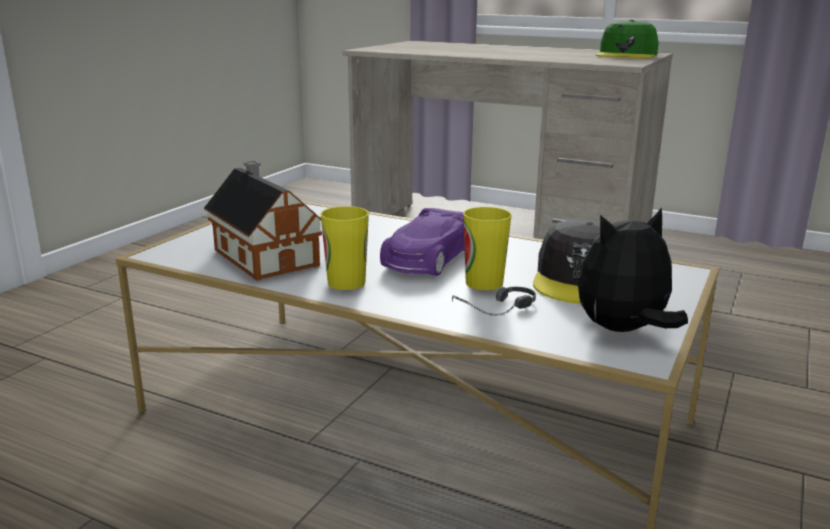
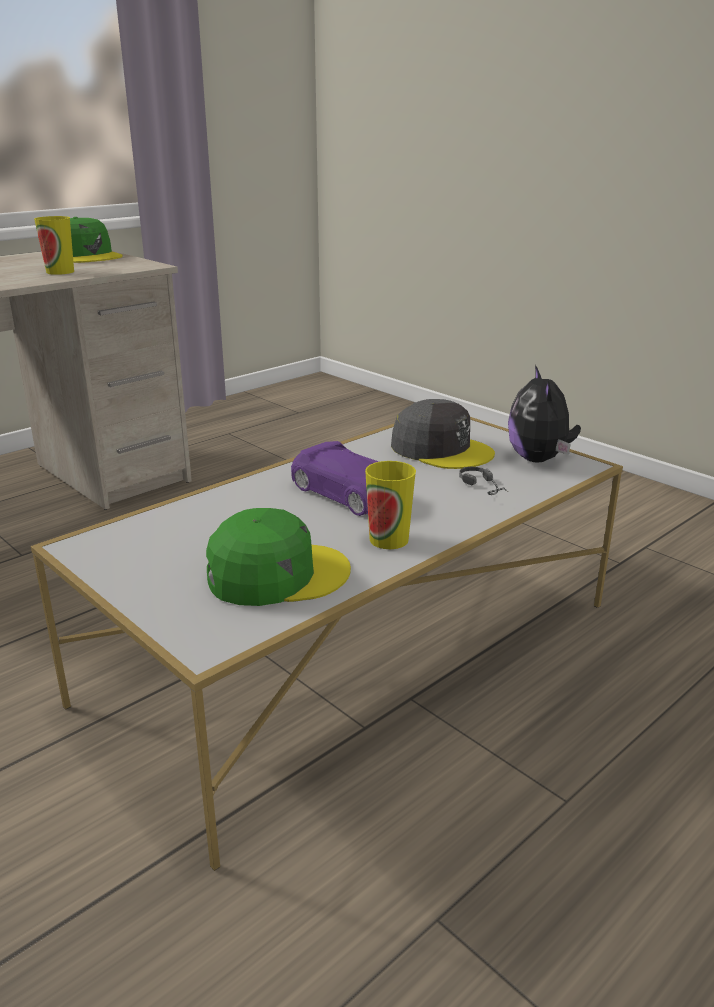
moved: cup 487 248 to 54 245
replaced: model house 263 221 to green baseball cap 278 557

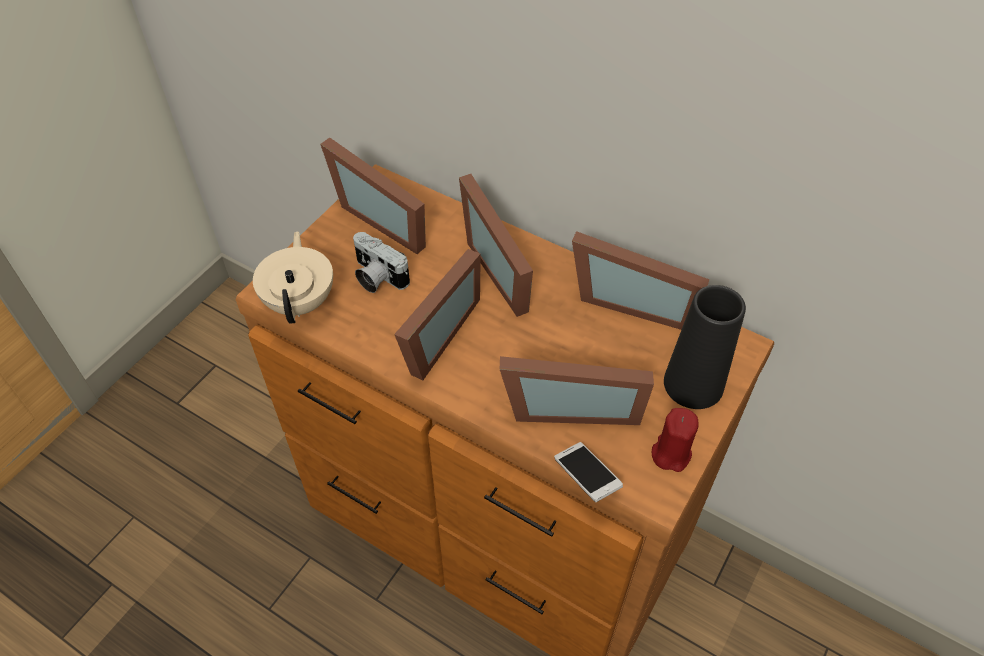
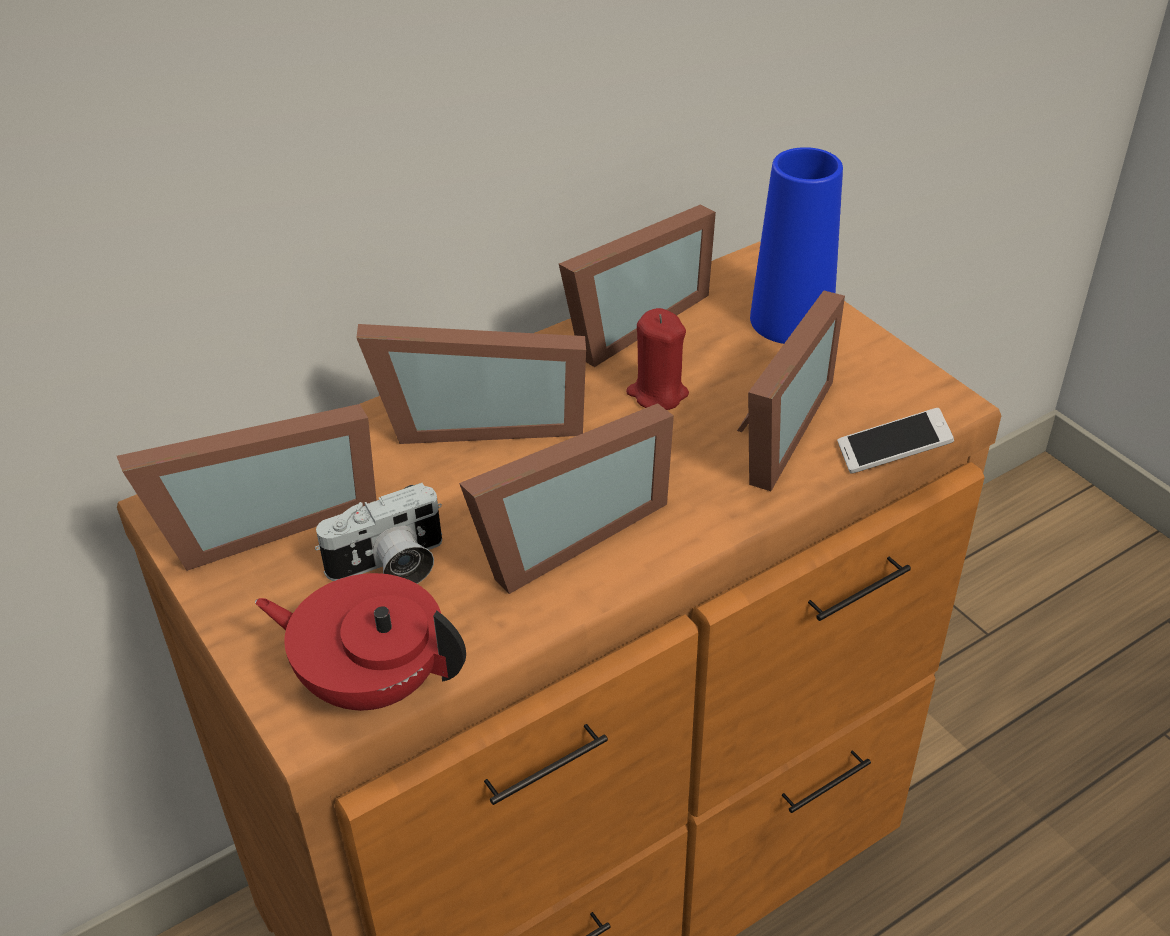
moved: reddish wax light 675 440 to 657 359
recoloured: beige-coloured pot for tea 293 277 to reddish pot for tea 360 642; black decorative vase 705 347 to blue decorative vase 796 245
turned: photo frame 437 314 = 566 498 90 degrees clockwise

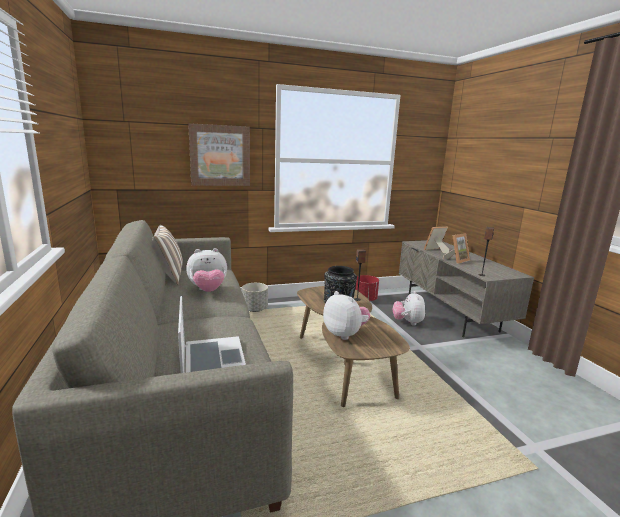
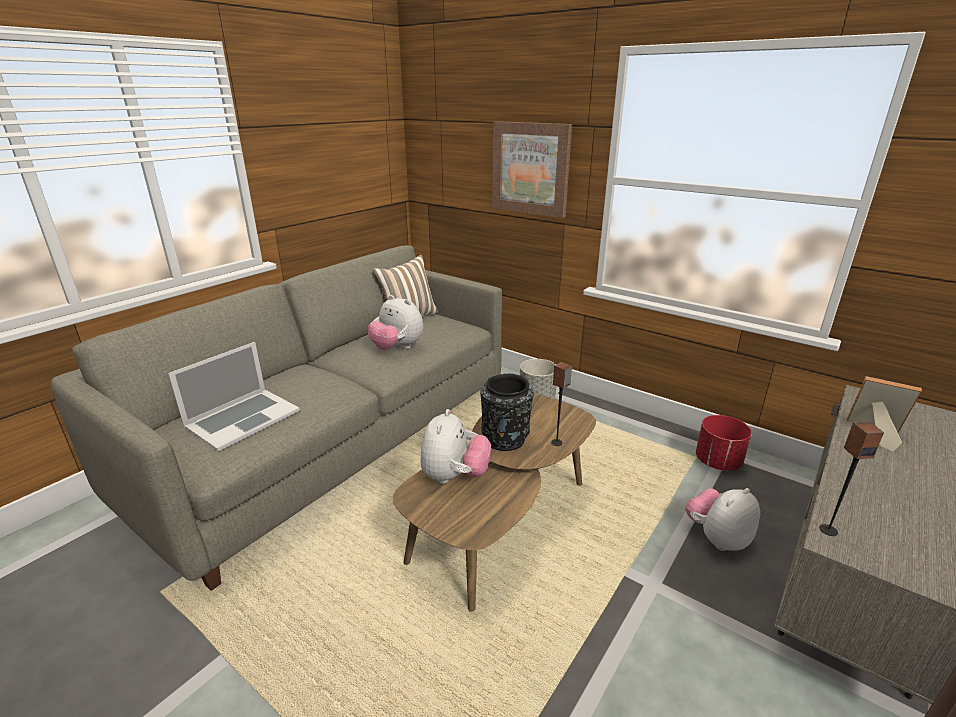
removed: photo frame 456 248

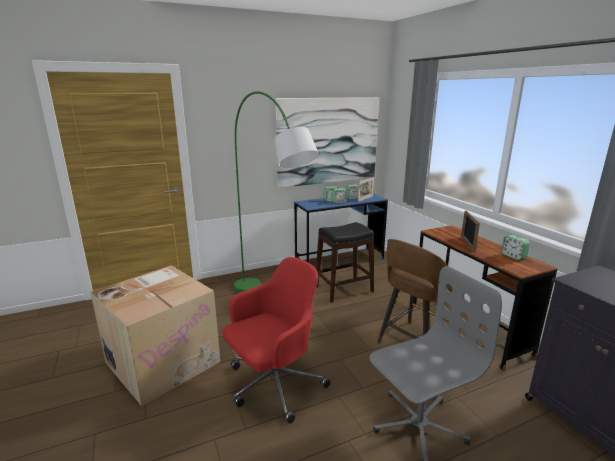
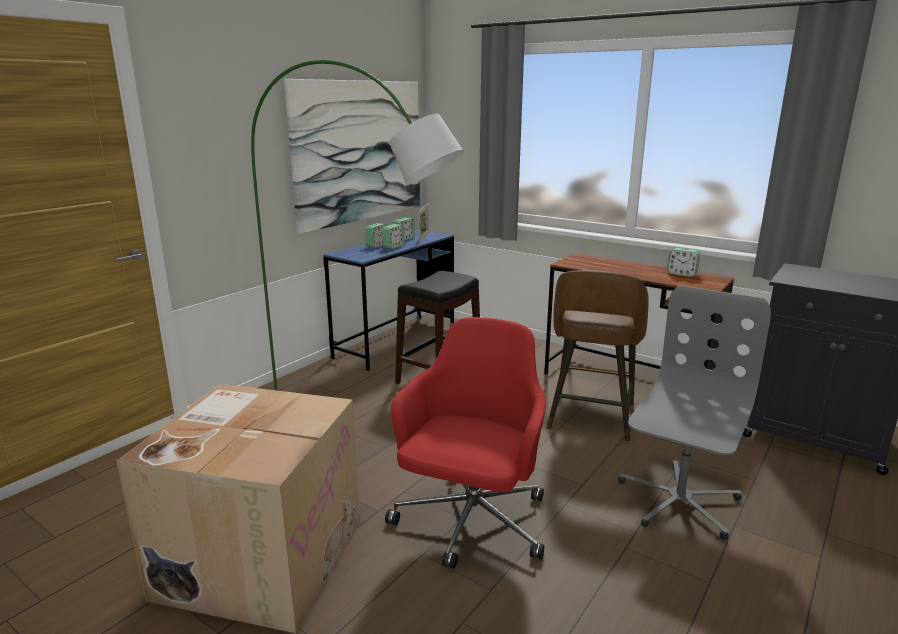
removed: photo frame 470 231

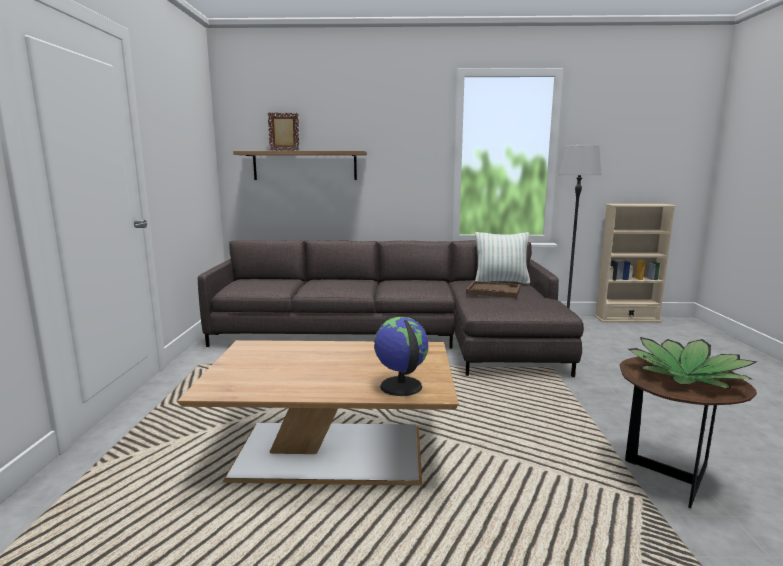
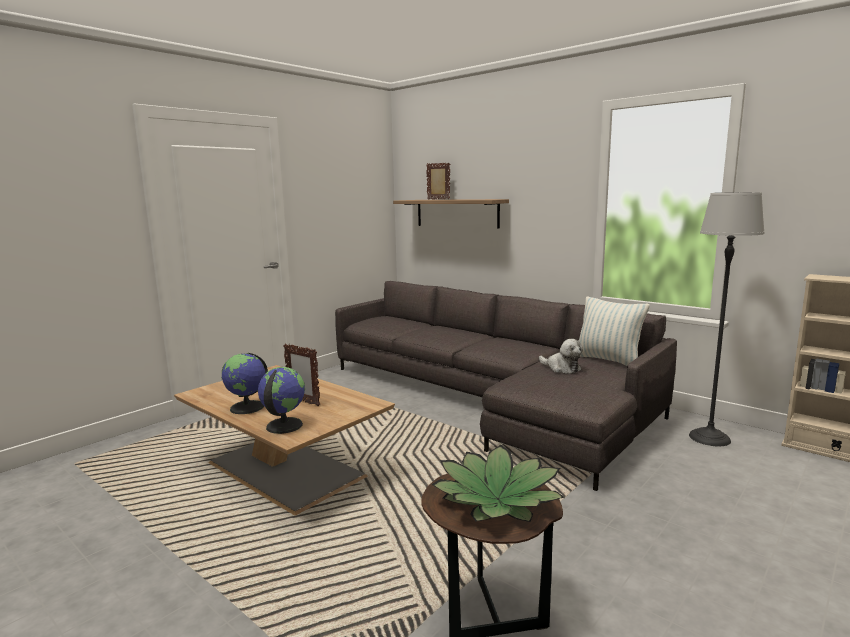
added: desk globe 244 383; photo frame 301 374
replaced: brown carrying tray 493 289 to soft toy 561 356

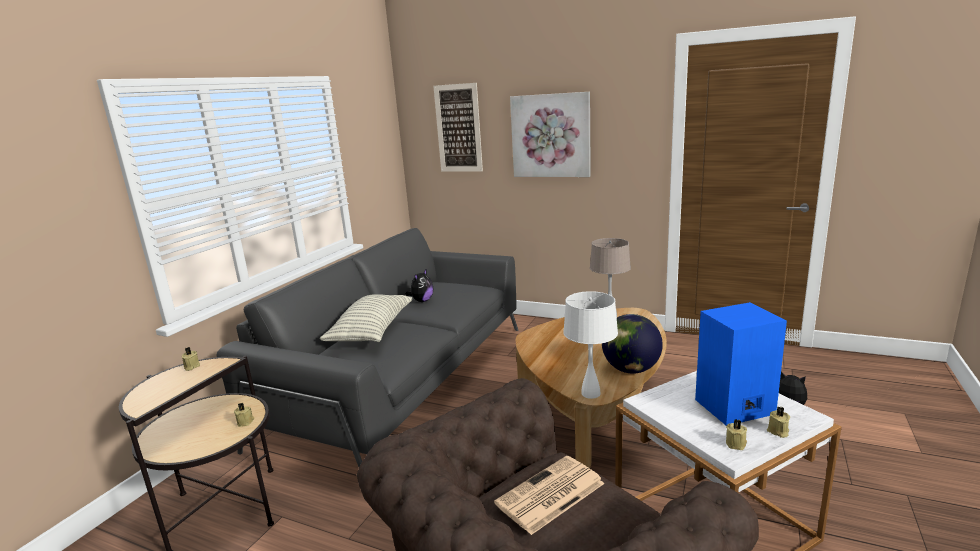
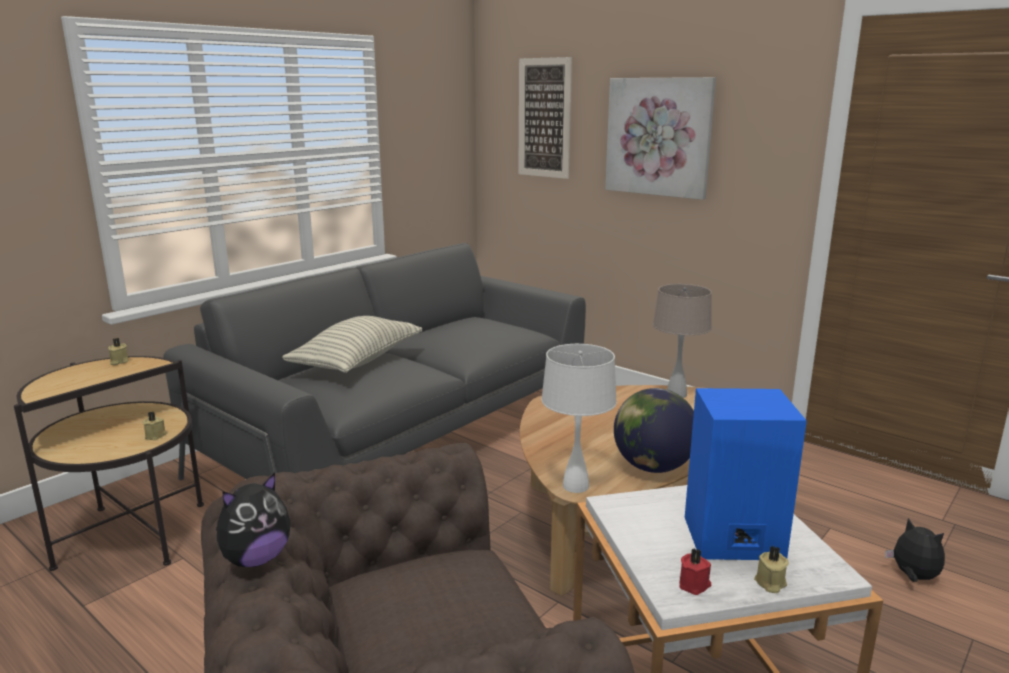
removed: newspaper 549 495
moved: soft toy 419 286 to 253 520
recoloured: beige-coloured wax light 736 434 to reddish wax light 695 572

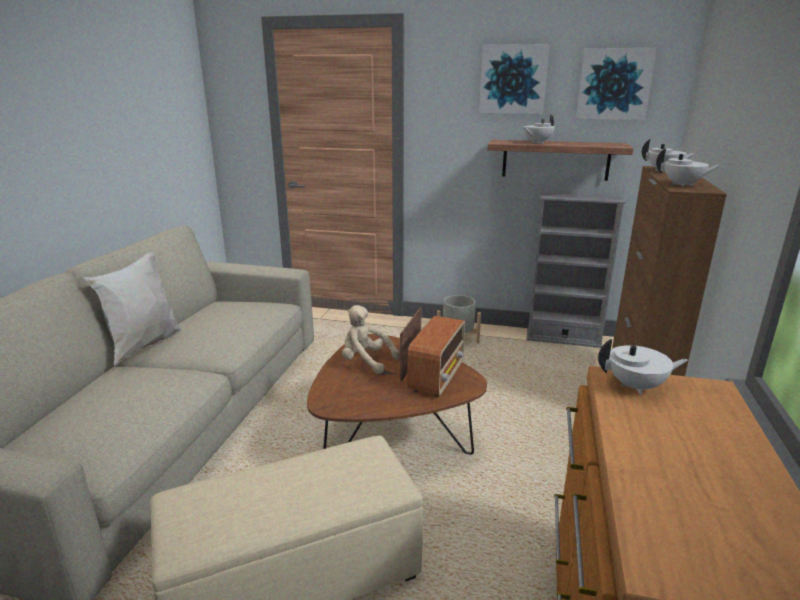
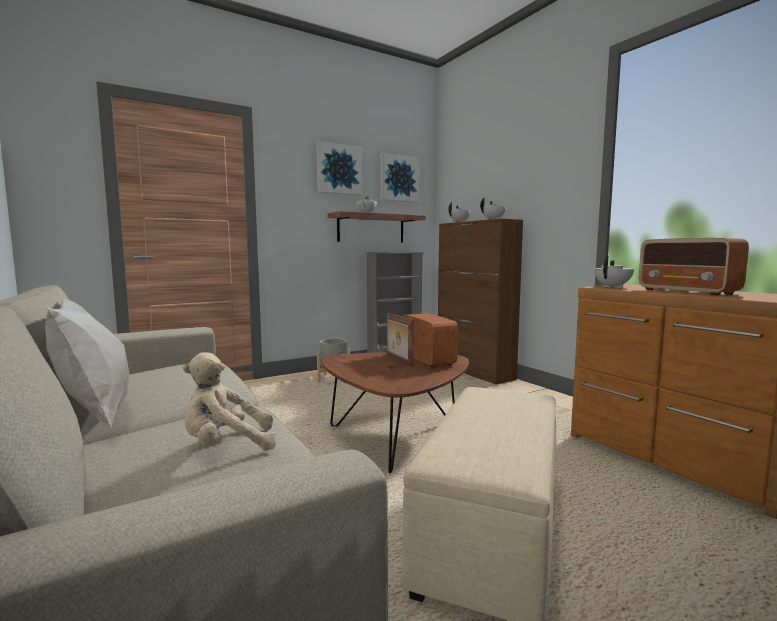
added: radio set 694 267
moved: beige-coloured soft toy 371 339 to 229 401

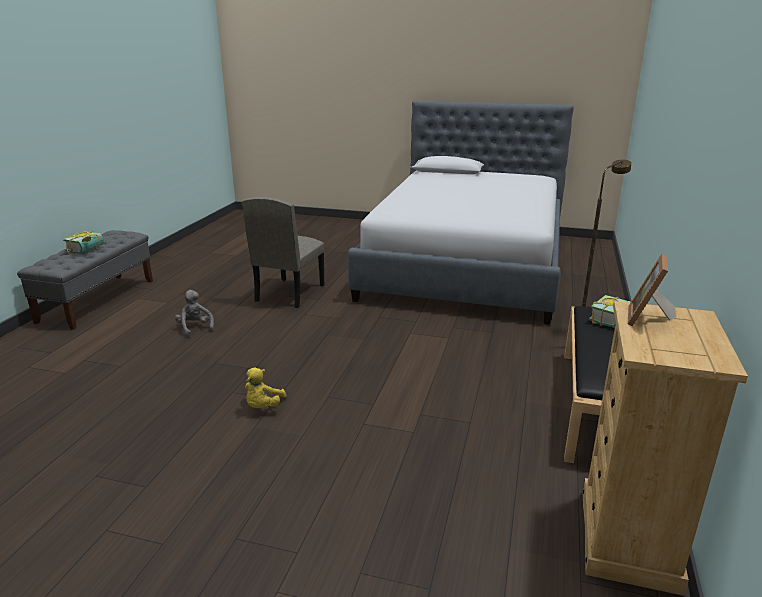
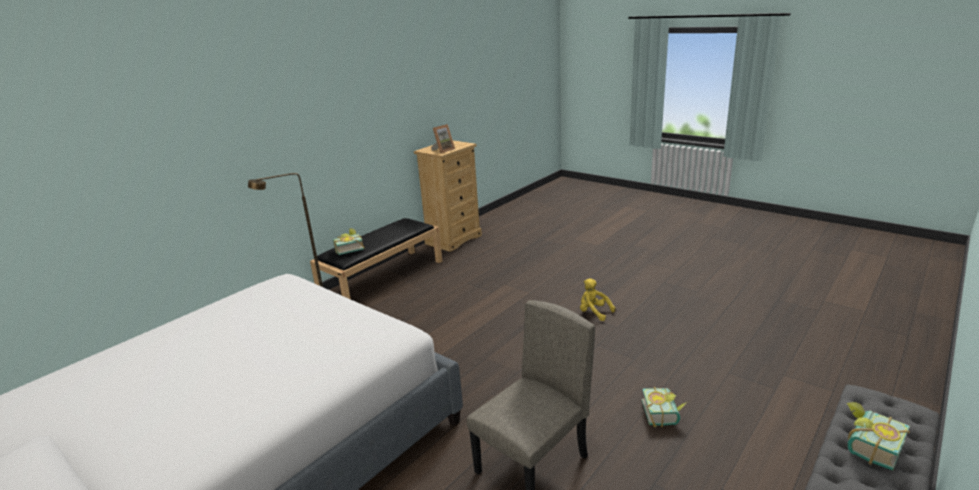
replaced: grey soft toy 194 313 to book 664 407
turned: yellowish soft toy 266 387 = 597 299 90 degrees counterclockwise

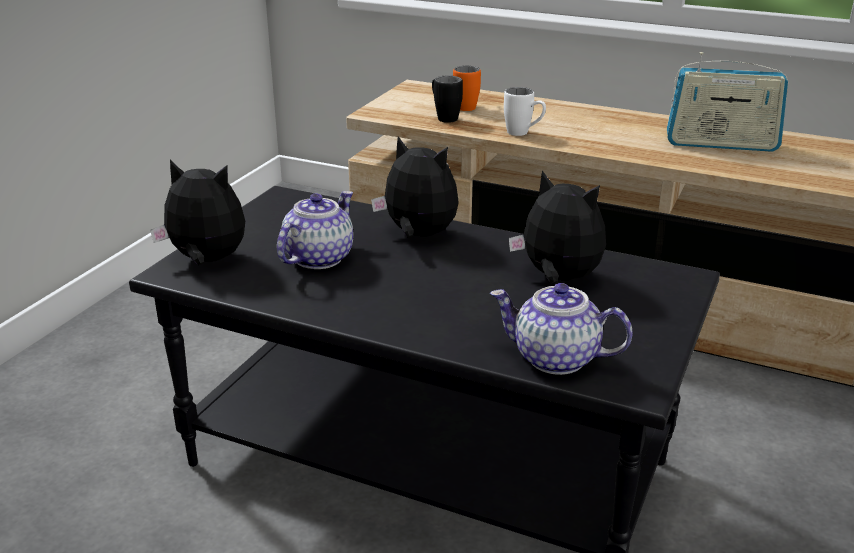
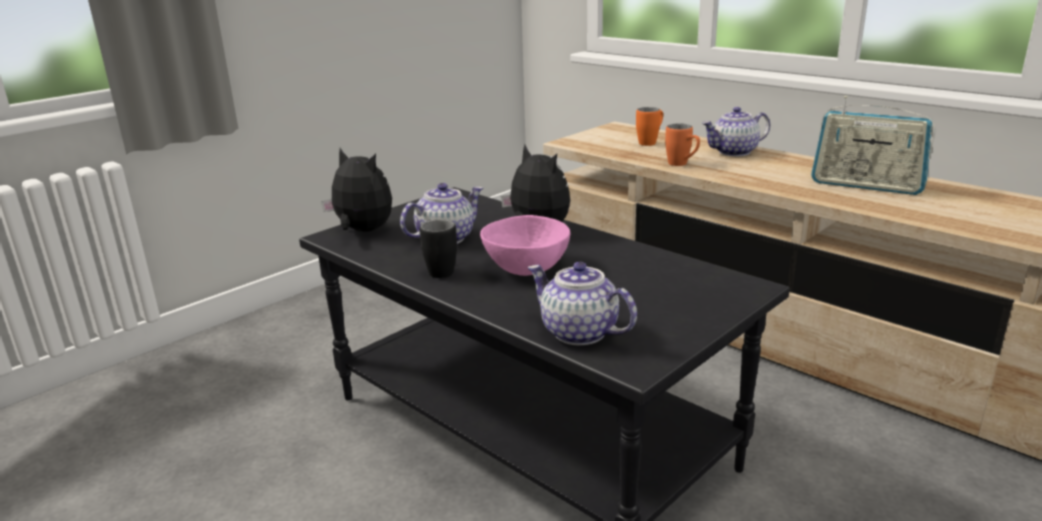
removed: soft toy 557 226
added: pink bowl 525 245; pot for tea 736 131
moved: black mug 447 99 to 438 248
recoloured: white mug 525 111 to orange-coloured mug 682 145

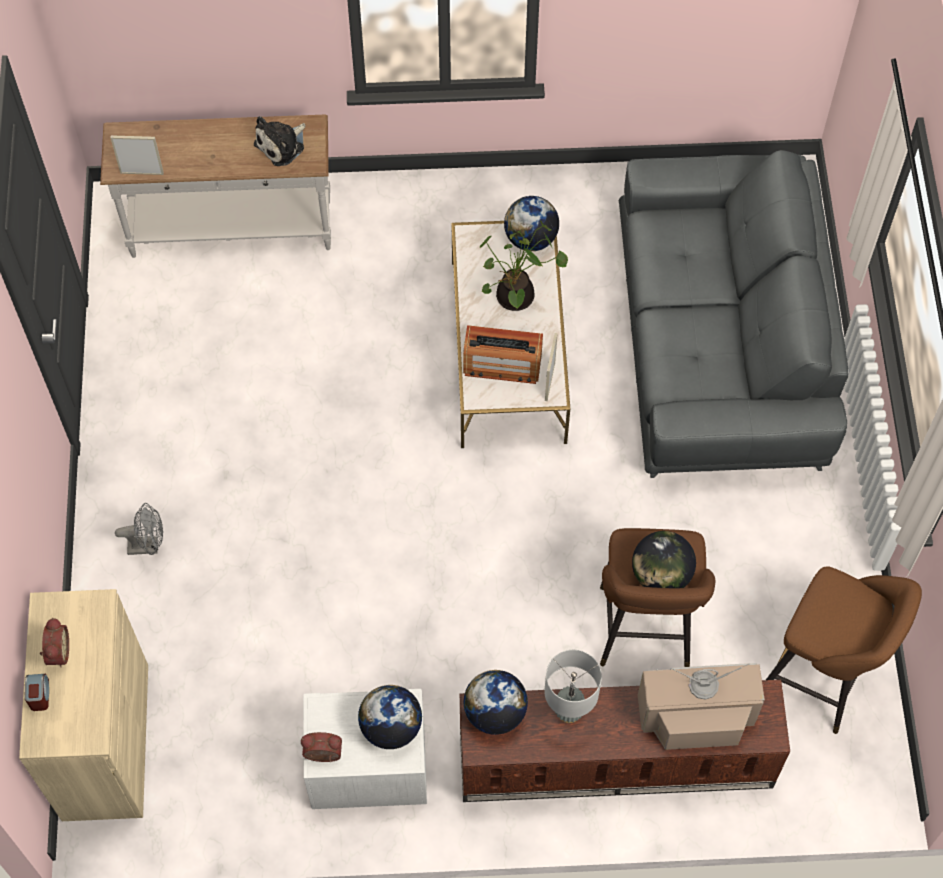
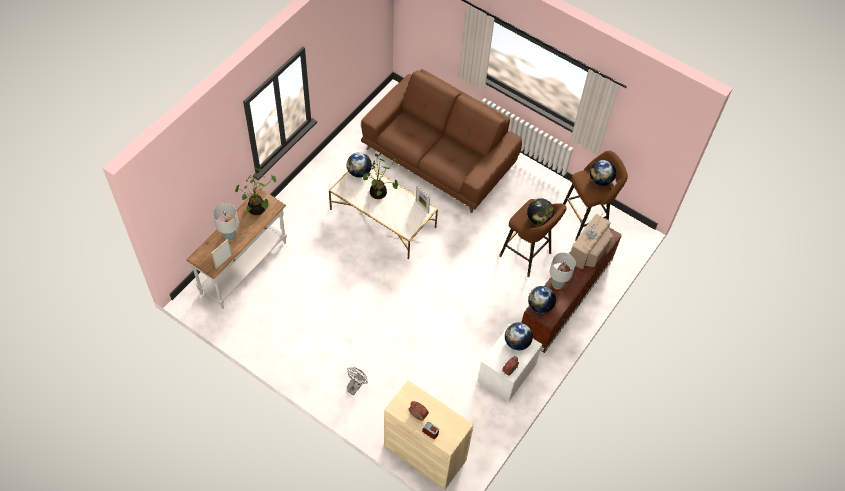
removed: radio set 503 354
added: grey lamp for a table 226 222; desk globe 603 173
replaced: soft toy 280 141 to potted plant 256 191
recoloured: grey settee 733 314 to brown settee 441 141

